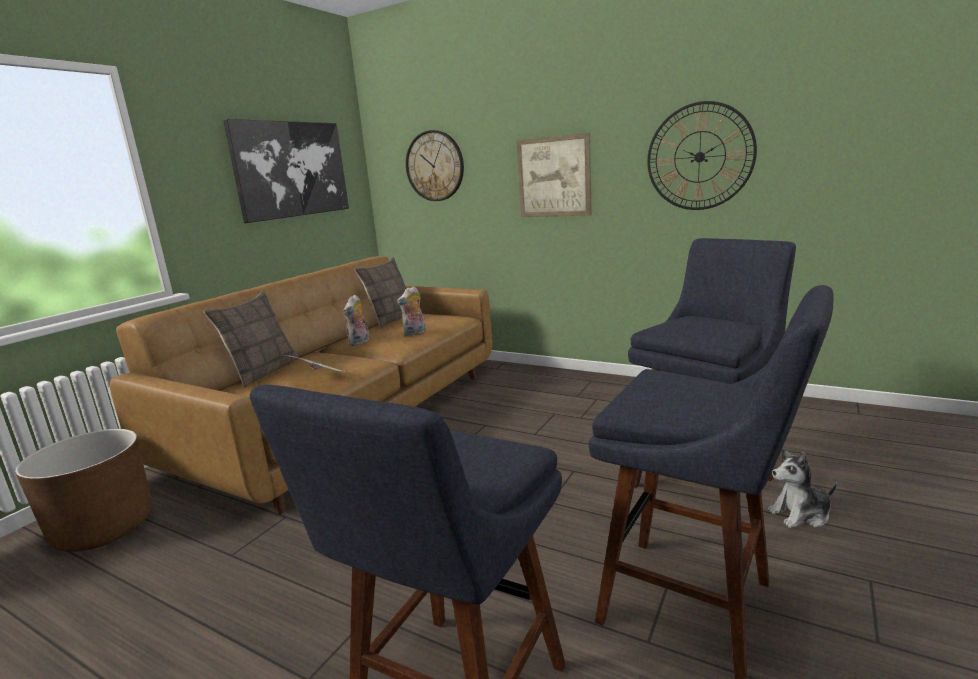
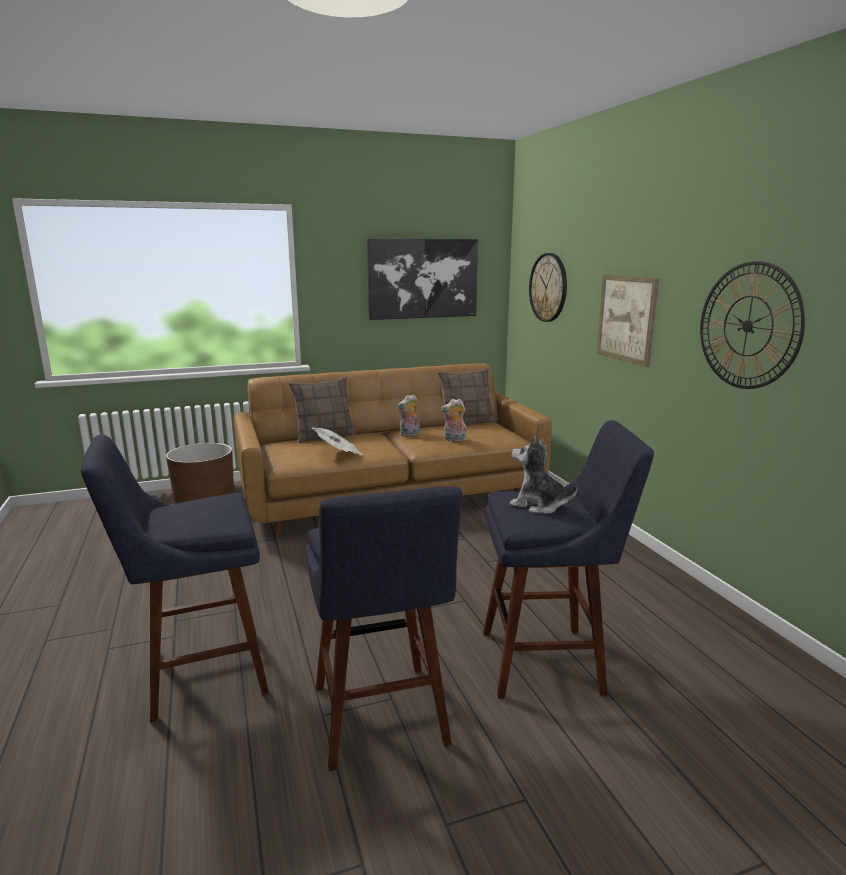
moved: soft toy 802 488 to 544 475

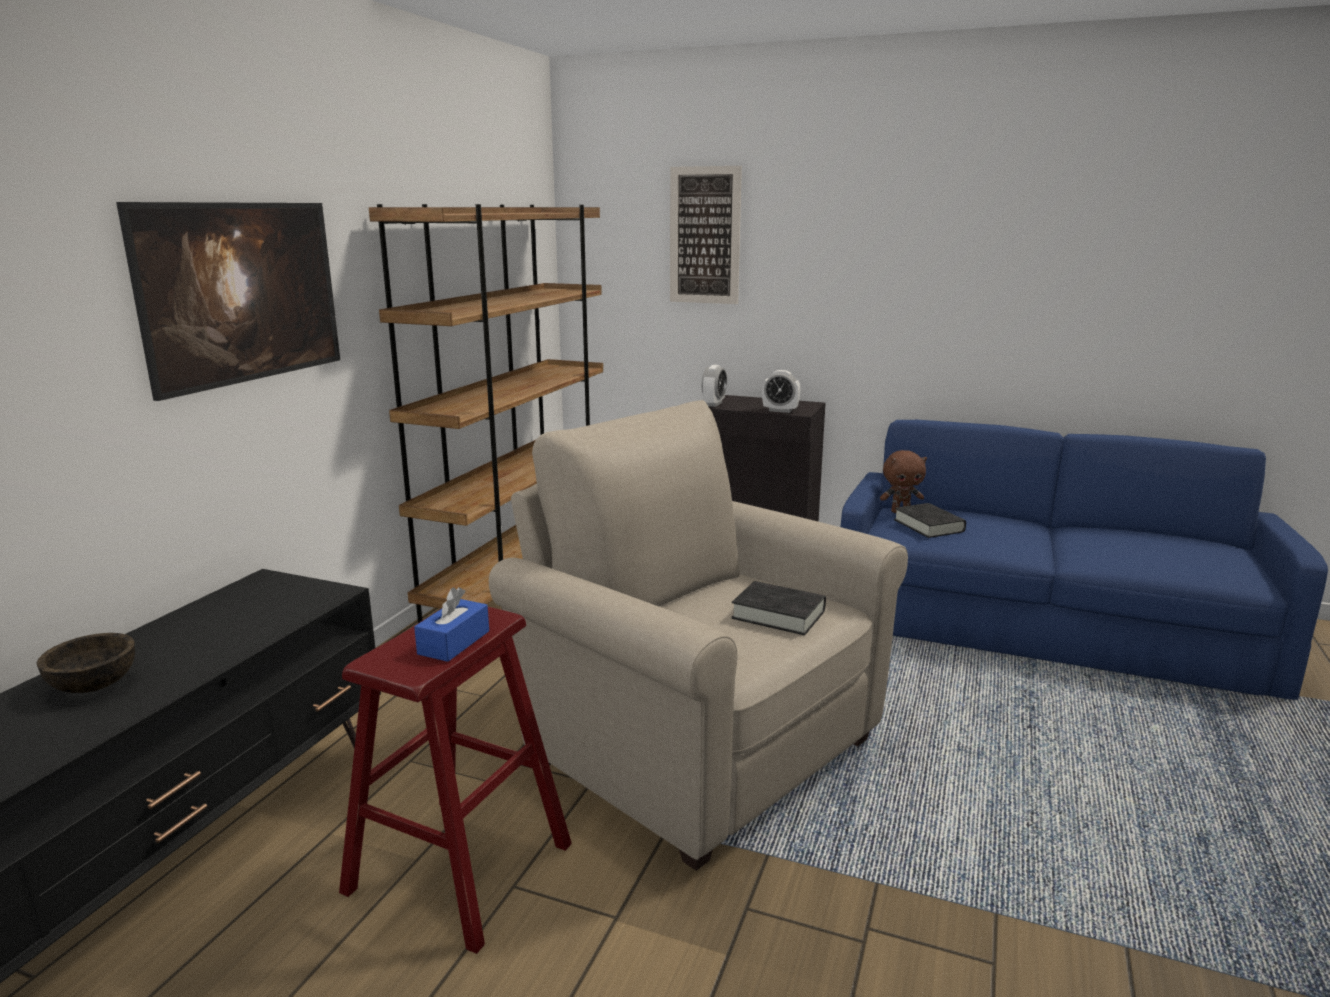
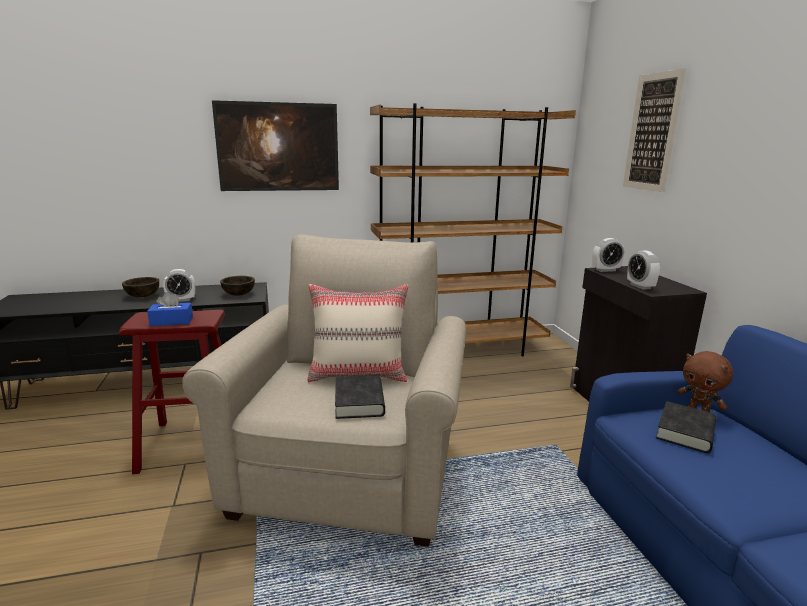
added: bedside clock 179 285; brown bowl 237 286; beige-coloured cushion 358 333

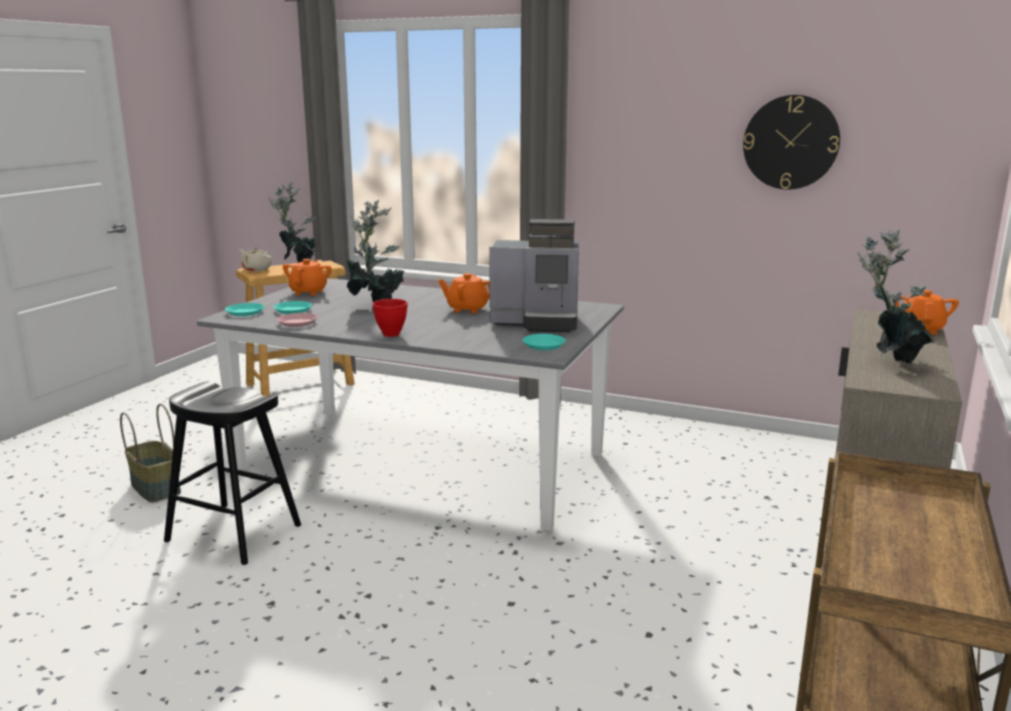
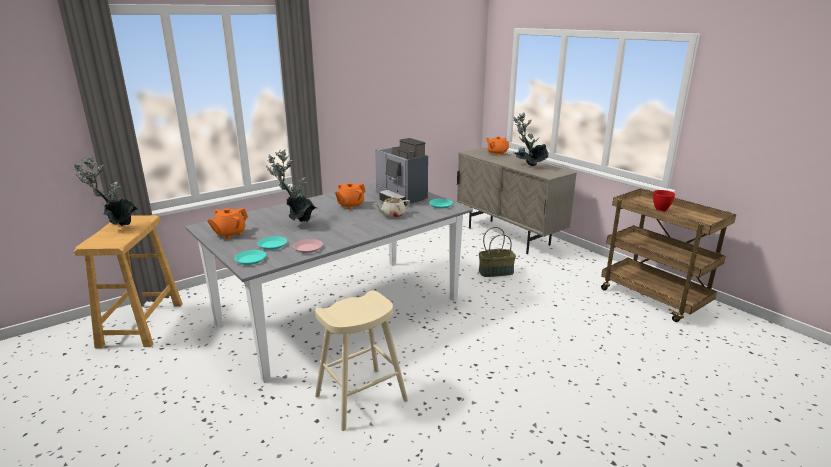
removed: hanging clock 791 142
moved: basket 150 453 to 497 252; beige-coloured pot for tea 255 259 to 392 207; reddish bowl 390 318 to 664 201
recoloured: black stool 232 473 to beige-coloured stool 361 360
turned: orange-coloured pot for tea 307 277 = 227 223 90 degrees counterclockwise; coffee machine 534 276 = 401 171 105 degrees clockwise

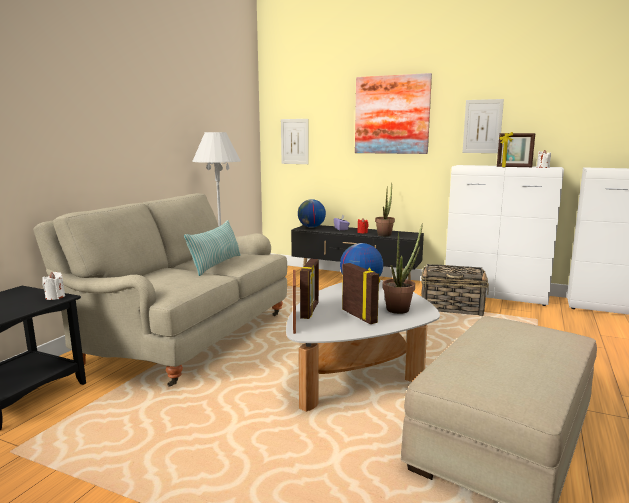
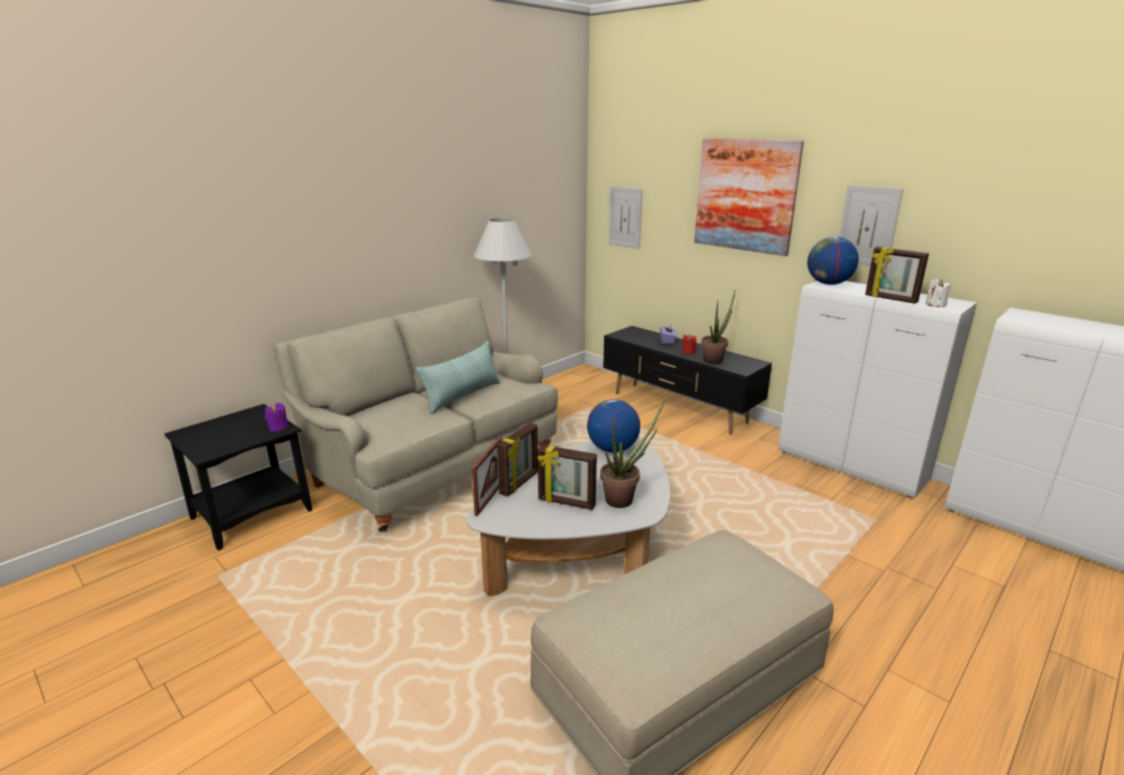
removed: basket 455 290
moved: desk globe 312 213 to 833 261
recoloured: white wax light 53 286 to purplish wax light 276 417
turned: photo frame 361 293 = 567 477 120 degrees clockwise

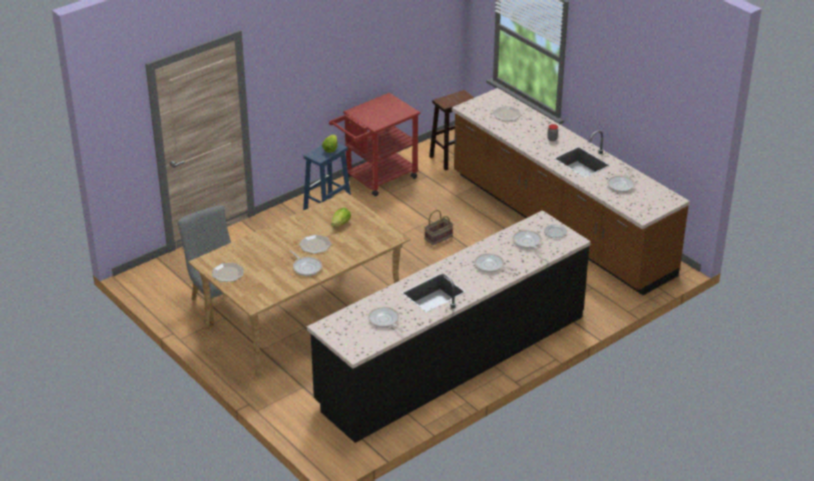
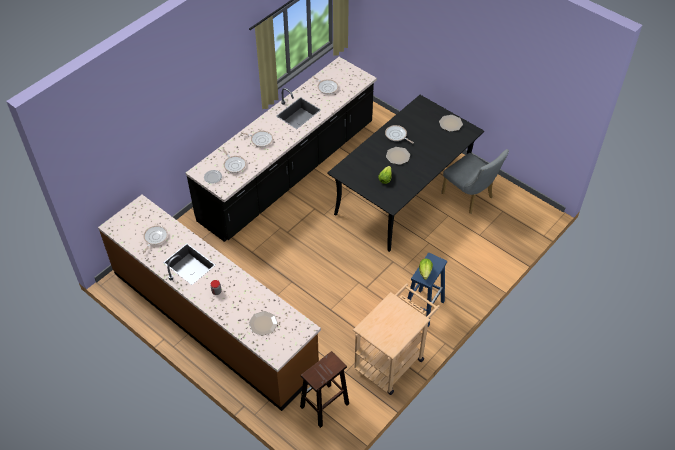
removed: basket 438 227
recoloured: beige-coloured dining table 300 285 to black dining table 405 173; reddish wheeled cart 375 144 to beige-coloured wheeled cart 396 339

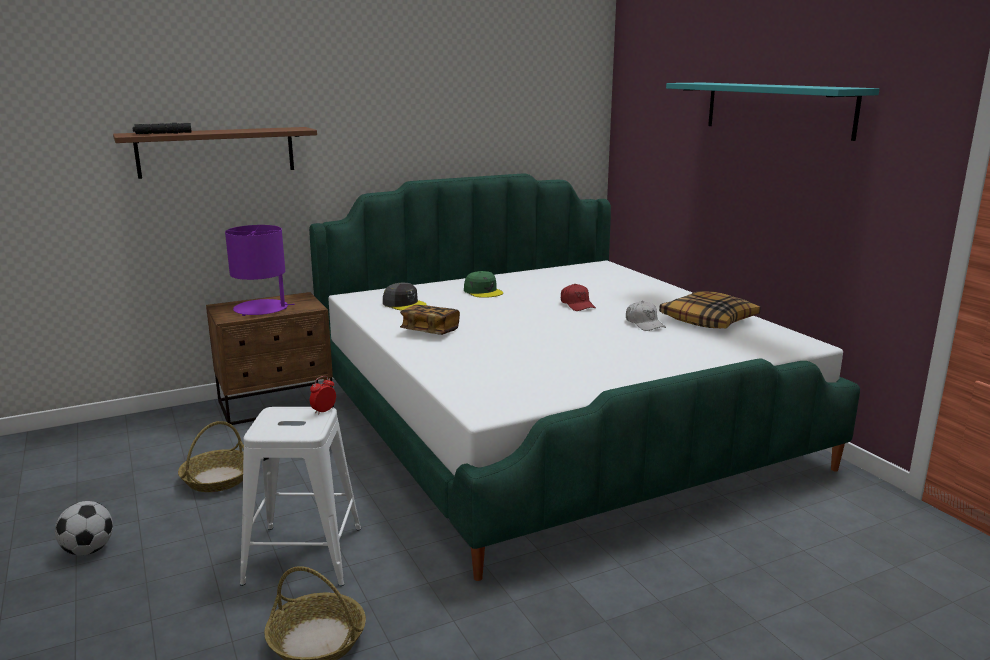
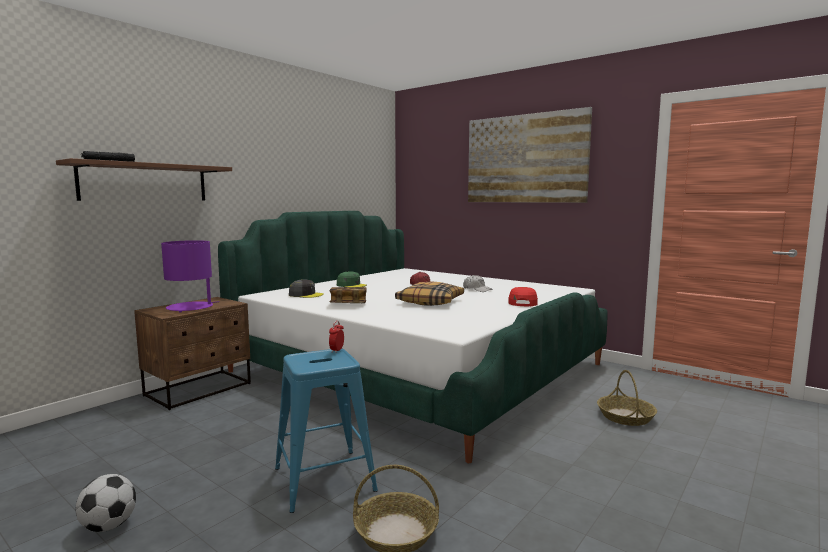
added: reddish baseball cap 523 296
moved: basket 211 456 to 627 398; cushion 709 309 to 429 294
replaced: turquoise shelf 772 112 to wall art 530 155
recoloured: white stool 300 496 to blue stool 326 431

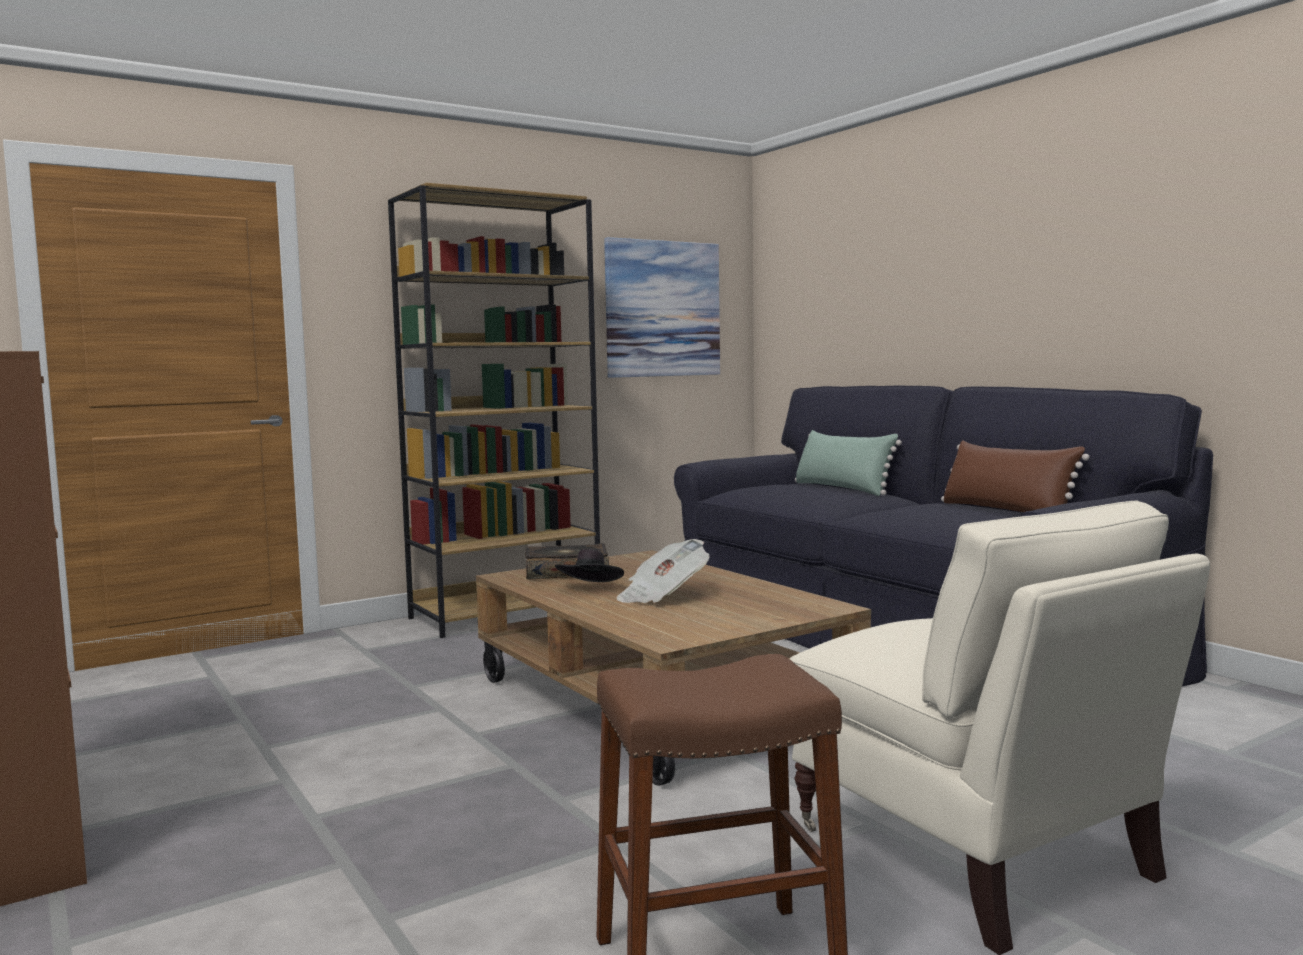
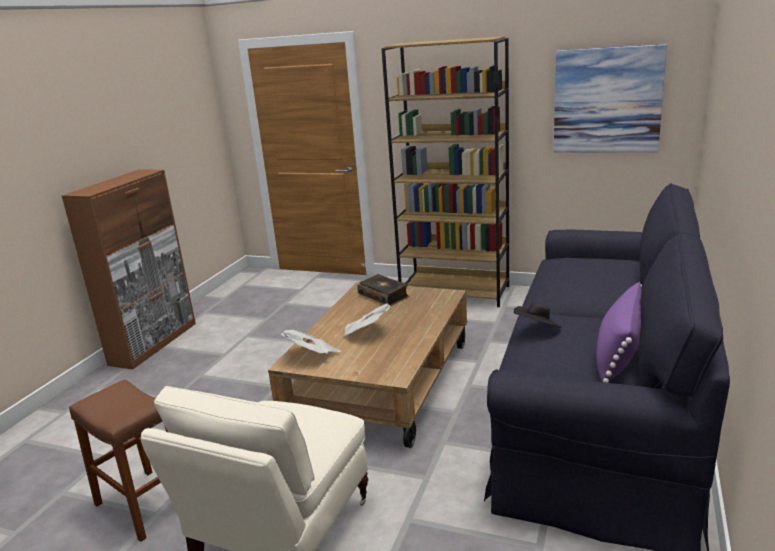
removed: green cushion 848 463
added: newspaper 311 342
moved: black wearable hat 589 565 to 537 314
recoloured: brown cushion 1015 476 to purplish cushion 619 332

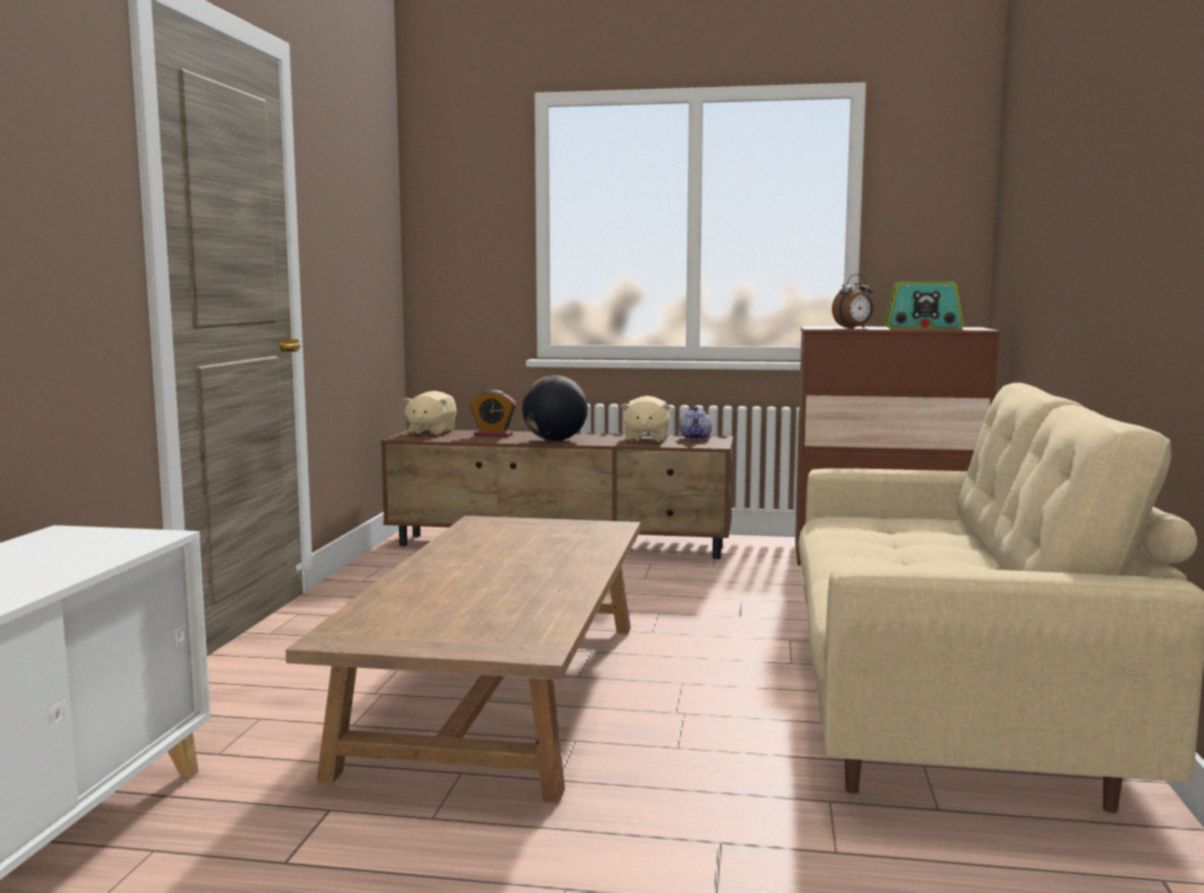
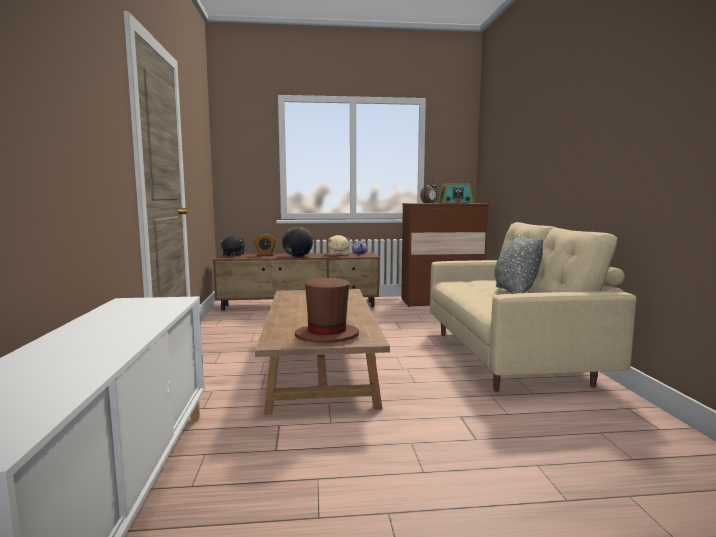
added: brown wearable hat 327 310; grey cushion 519 264
recoloured: beige-coloured soft toy 429 413 to black soft toy 232 245

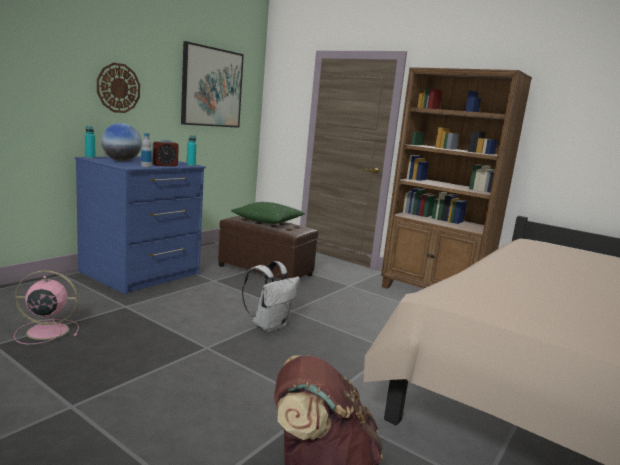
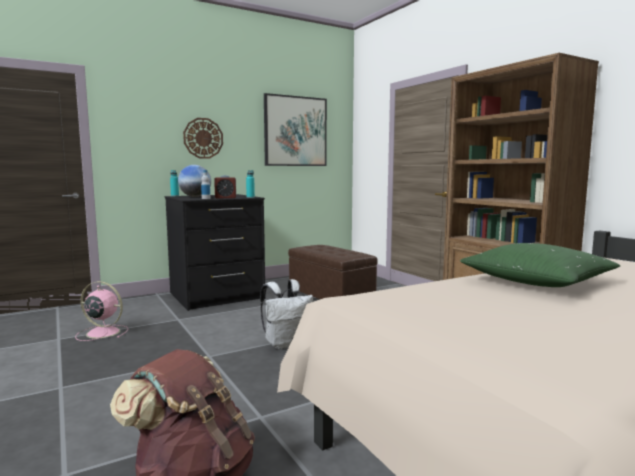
moved: green cushion 268 213 to 540 265
recoloured: blue dresser 140 225 to black dresser 215 252

